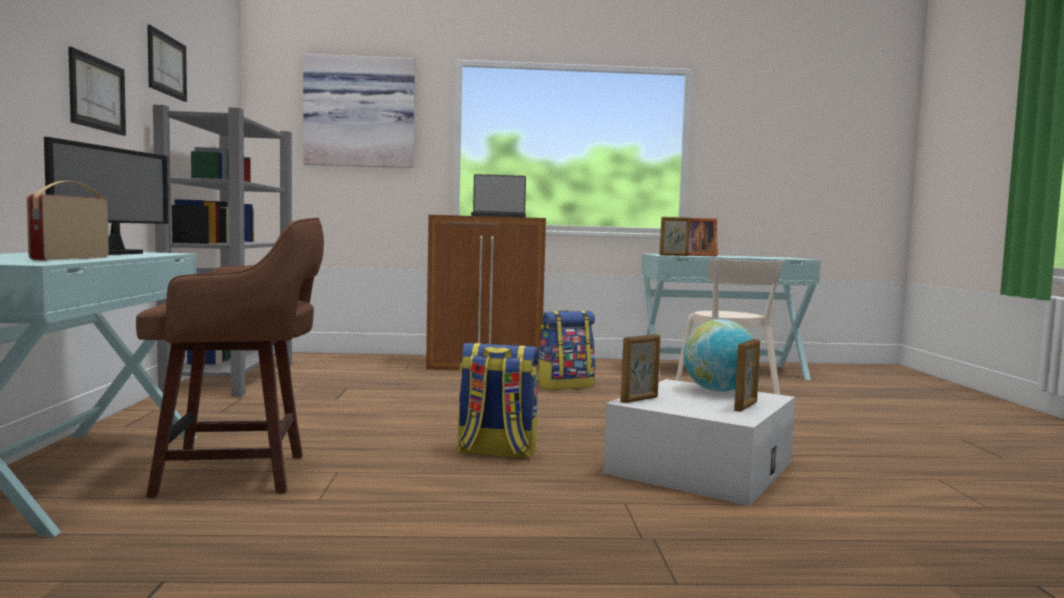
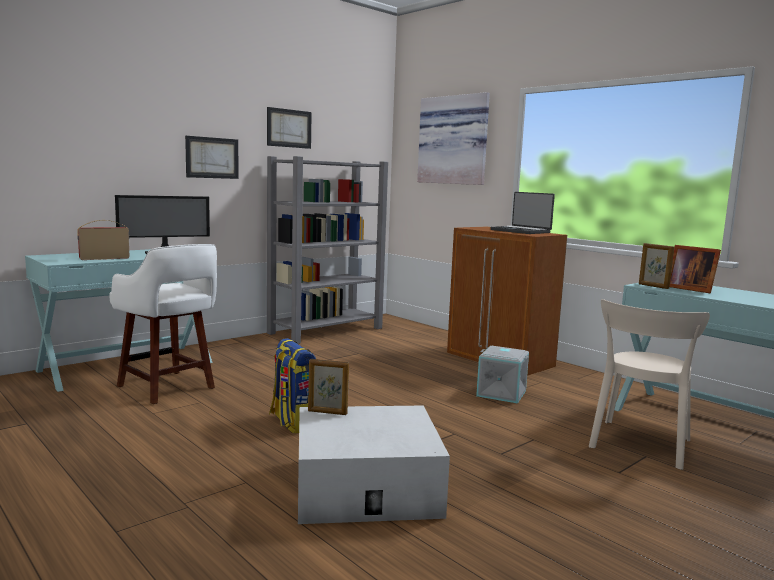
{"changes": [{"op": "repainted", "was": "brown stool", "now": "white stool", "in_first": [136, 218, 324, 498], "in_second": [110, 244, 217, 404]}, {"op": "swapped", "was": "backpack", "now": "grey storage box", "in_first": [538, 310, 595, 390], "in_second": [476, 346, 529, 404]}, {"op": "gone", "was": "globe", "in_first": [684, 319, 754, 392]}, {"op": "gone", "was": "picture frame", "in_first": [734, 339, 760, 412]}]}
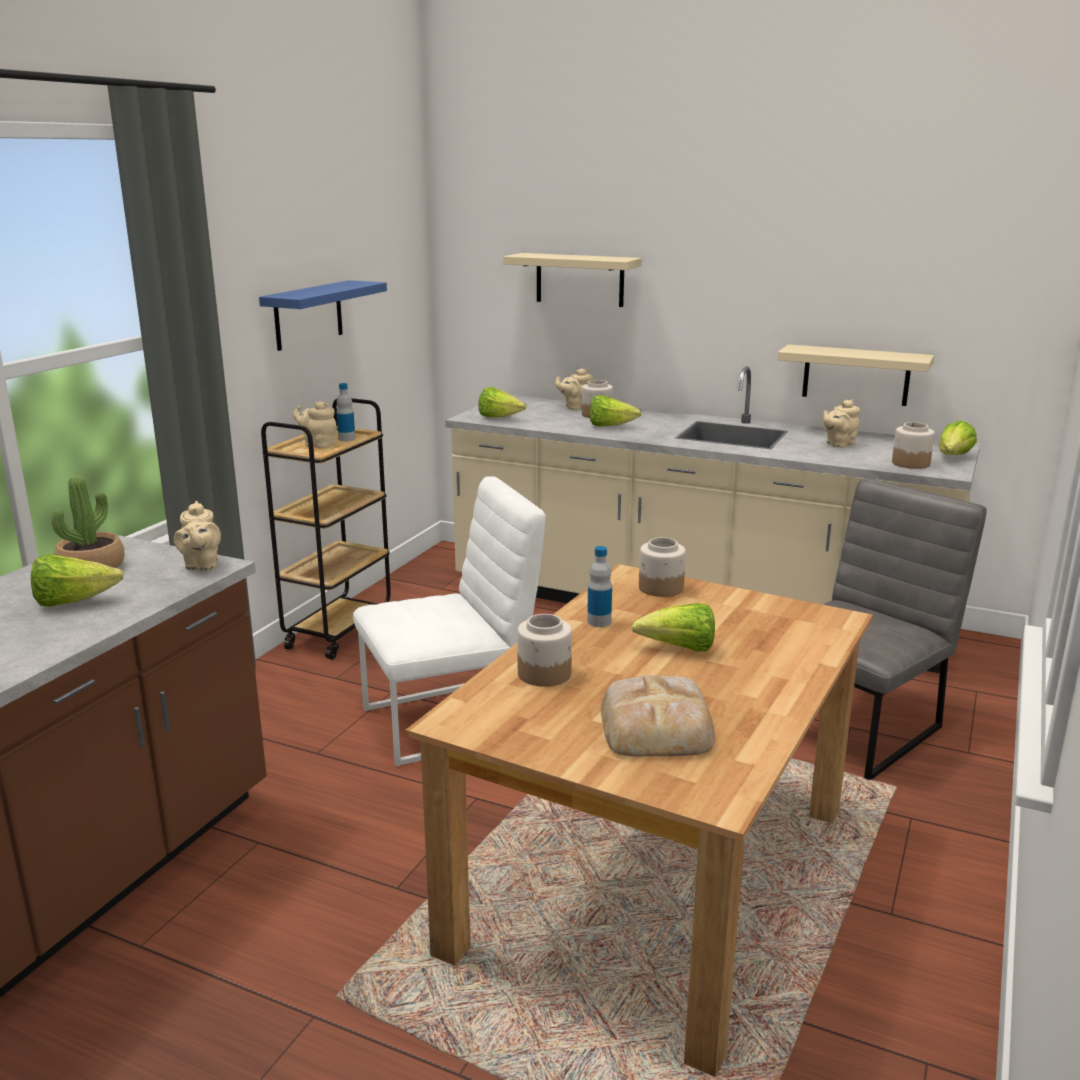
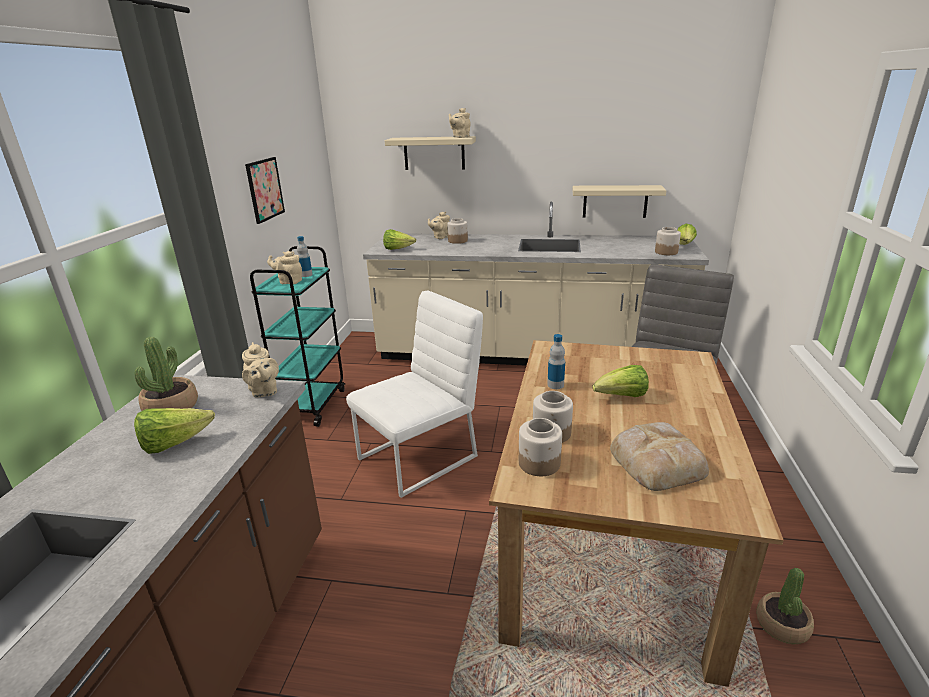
{"changes": [{"op": "swapped", "was": "blue shelf", "now": "picture", "in_first": [259, 280, 387, 351], "in_second": [245, 157, 285, 224]}, {"op": "repainted", "was": "brown cart", "now": "turquoise cart", "in_first": [261, 398, 391, 660], "in_second": [250, 246, 345, 427]}, {"op": "shifted", "was": "beige teapot", "in_first": [823, 400, 860, 448], "in_second": [449, 108, 471, 138]}, {"op": "shifted", "was": "jar", "in_first": [639, 537, 686, 597], "in_second": [519, 418, 562, 476]}, {"op": "new", "now": "potted plant", "in_second": [756, 568, 814, 645]}, {"op": "gone", "was": "lettuce", "in_first": [590, 395, 642, 427]}]}
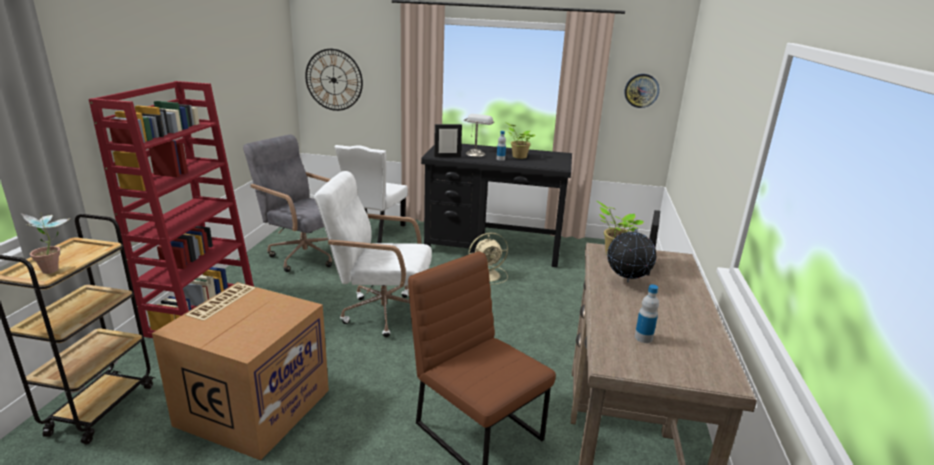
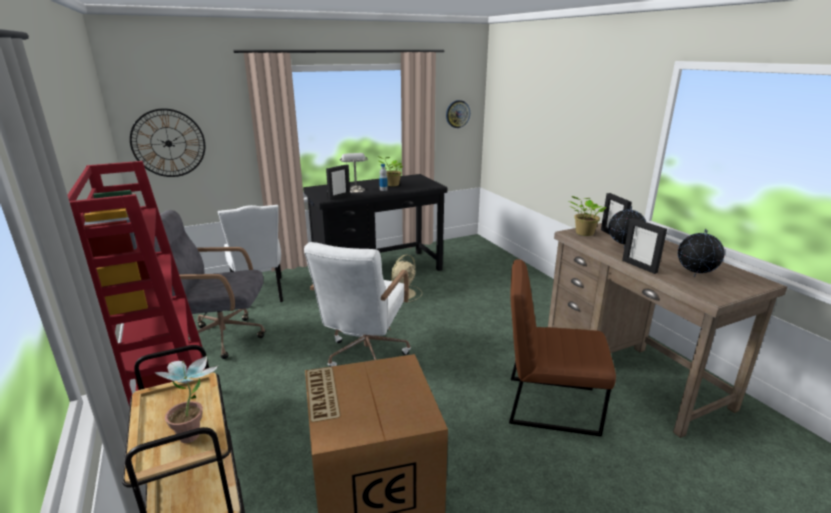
{"changes": [{"op": "rotated", "was": "white office chair", "in_first": [314, 171, 432, 337], "in_second": [304, 242, 411, 367], "clockwise": -45}, {"op": "new", "now": "picture frame", "in_second": [622, 218, 667, 274]}, {"op": "swapped", "was": "bottle", "now": "globe", "in_first": [635, 285, 659, 343], "in_second": [678, 229, 725, 277]}]}
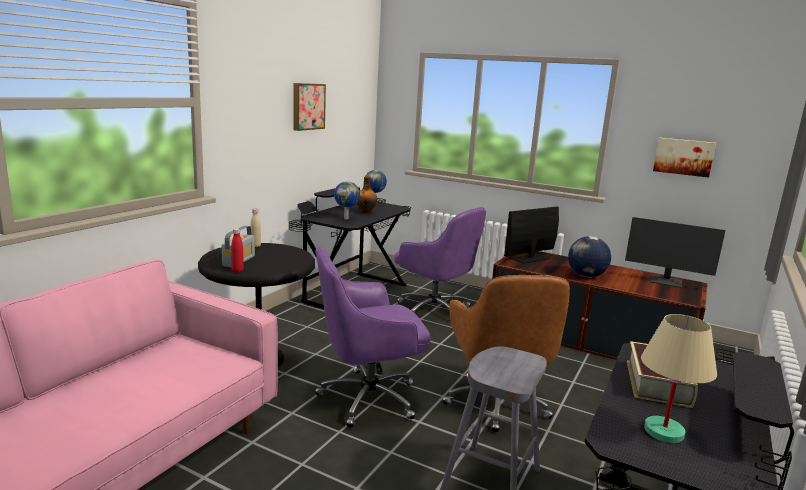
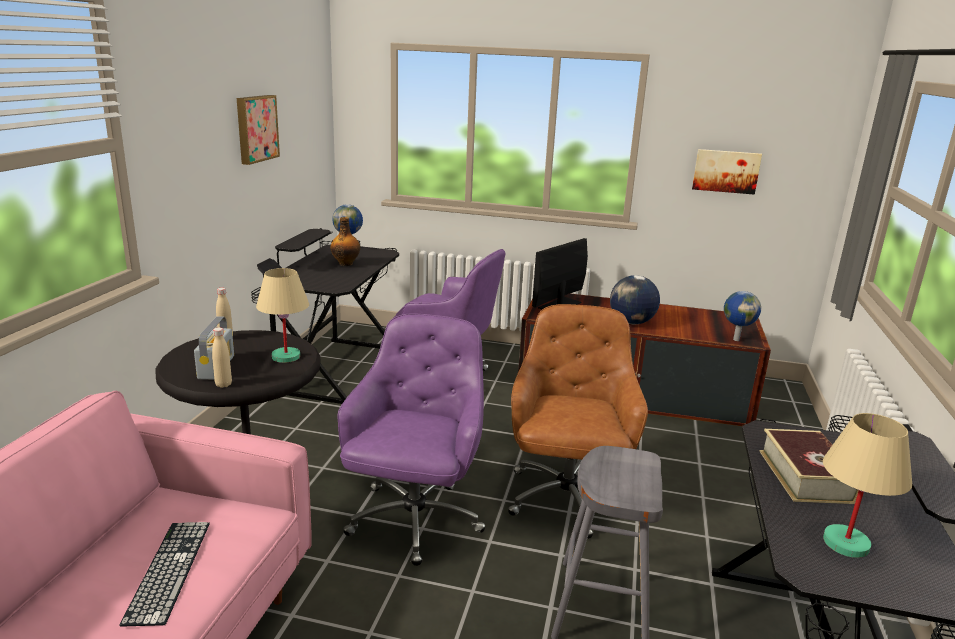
{"changes": [{"op": "new", "now": "keyboard", "in_second": [119, 522, 210, 627]}, {"op": "repainted", "was": "red bottle", "now": "beige bottle", "in_first": [231, 228, 244, 272], "in_second": [212, 328, 232, 388]}, {"op": "new", "now": "beige table lamp", "in_second": [256, 268, 309, 363]}, {"op": "rotated", "was": "purple office chair", "in_first": [315, 246, 431, 428], "in_second": [338, 314, 485, 566], "clockwise": 135}, {"op": "rotated", "was": "brown office chair", "in_first": [443, 275, 570, 432], "in_second": [508, 304, 648, 539], "clockwise": -150}, {"op": "shifted", "was": "globe", "in_first": [334, 181, 360, 219], "in_second": [724, 291, 761, 341]}, {"op": "gone", "was": "monitor", "in_first": [625, 217, 726, 288]}]}
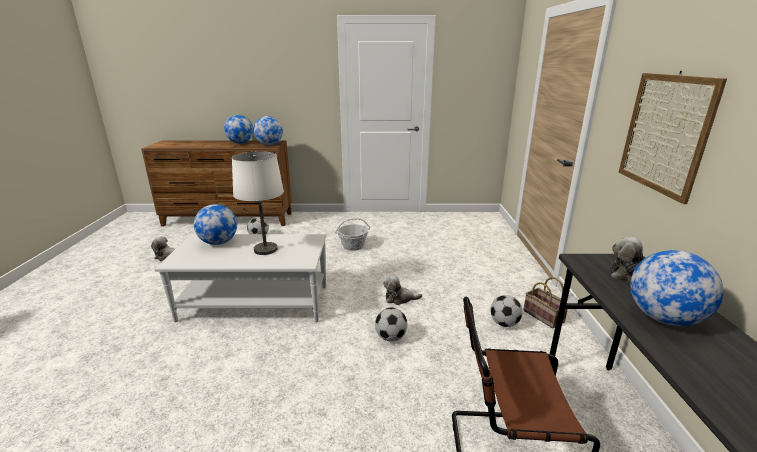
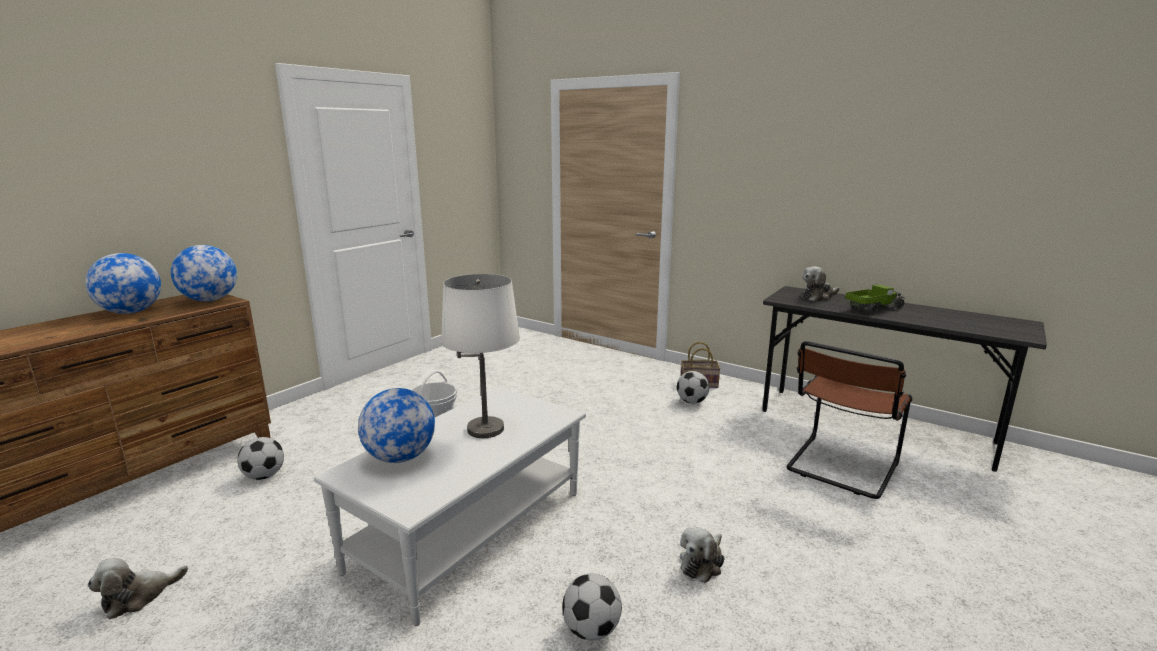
{"changes": [{"op": "shifted", "was": "football", "in_first": [375, 308, 407, 342], "in_second": [562, 573, 622, 640]}, {"op": "shifted", "was": "plush toy", "in_first": [383, 275, 422, 305], "in_second": [680, 527, 724, 583]}, {"op": "swapped", "was": "globe", "now": "toy truck", "in_first": [630, 250, 724, 326], "in_second": [845, 285, 904, 314]}, {"op": "gone", "was": "picture", "in_first": [619, 71, 727, 204]}]}
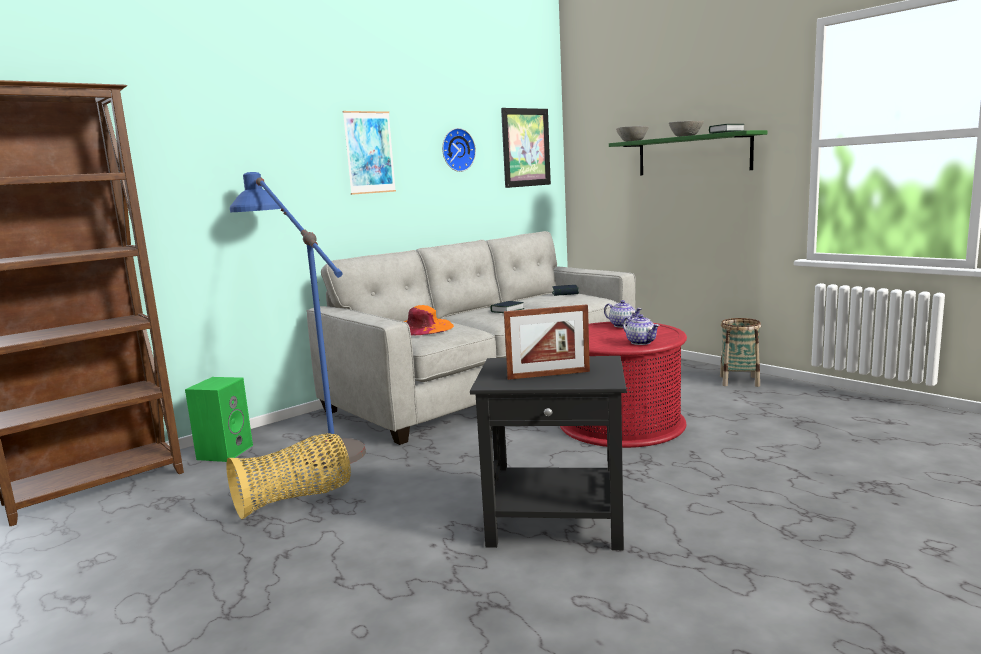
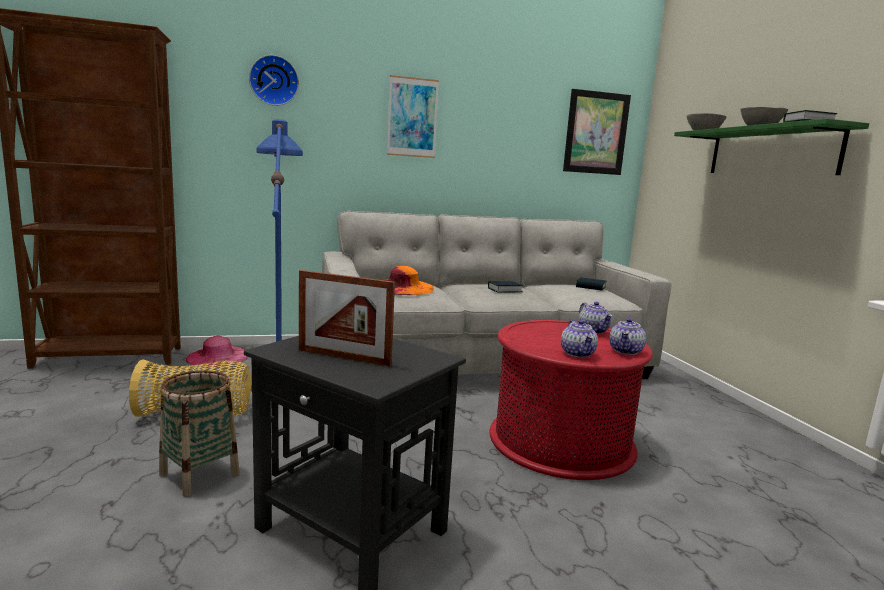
{"changes": [{"op": "shifted", "was": "basket", "in_first": [720, 318, 761, 387], "in_second": [159, 370, 240, 497]}, {"op": "swapped", "was": "green speaker", "now": "pink hat", "in_first": [185, 377, 253, 462], "in_second": [186, 336, 248, 367]}, {"op": "shifted", "was": "wall clock", "in_first": [442, 128, 476, 172], "in_second": [249, 55, 299, 106]}, {"op": "new", "now": "teapot", "in_second": [609, 318, 646, 355]}]}
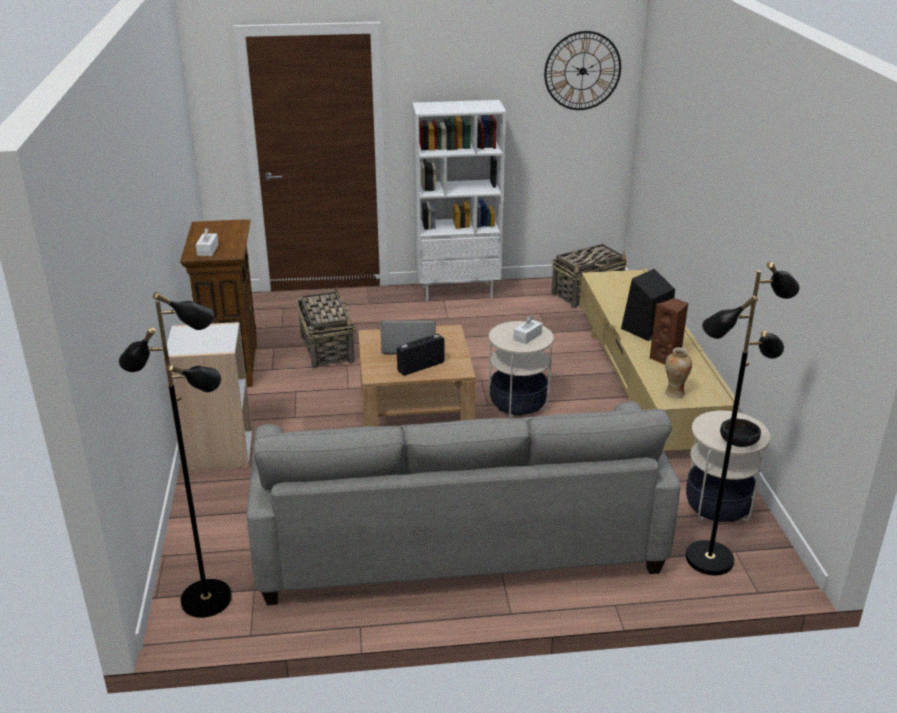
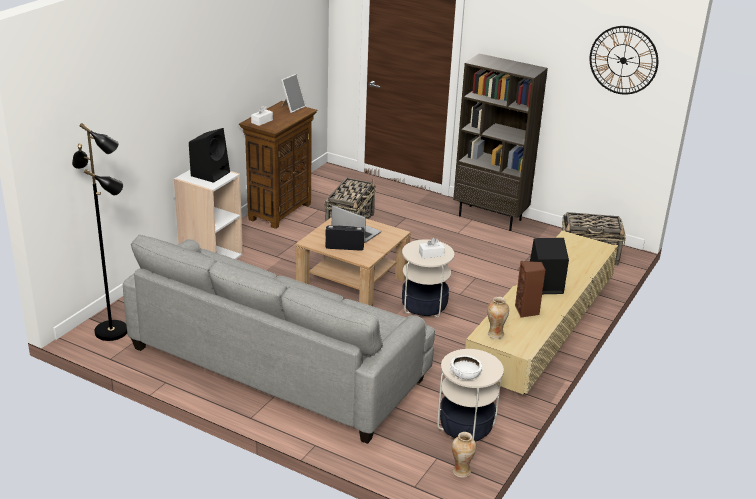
{"changes": [{"op": "new", "now": "black speaker", "in_second": [189, 128, 230, 183]}, {"op": "new", "now": "picture frame", "in_second": [281, 74, 306, 113]}, {"op": "repainted", "was": "black bowl", "now": "white bowl", "in_first": [720, 418, 761, 447], "in_second": [450, 355, 482, 379]}, {"op": "new", "now": "vase", "in_second": [452, 432, 476, 478]}, {"op": "repainted", "was": "white bookcase", "now": "brown bookcase", "in_first": [412, 100, 506, 301], "in_second": [453, 53, 548, 231]}, {"op": "gone", "was": "black floor lamp", "in_first": [686, 261, 799, 575]}]}
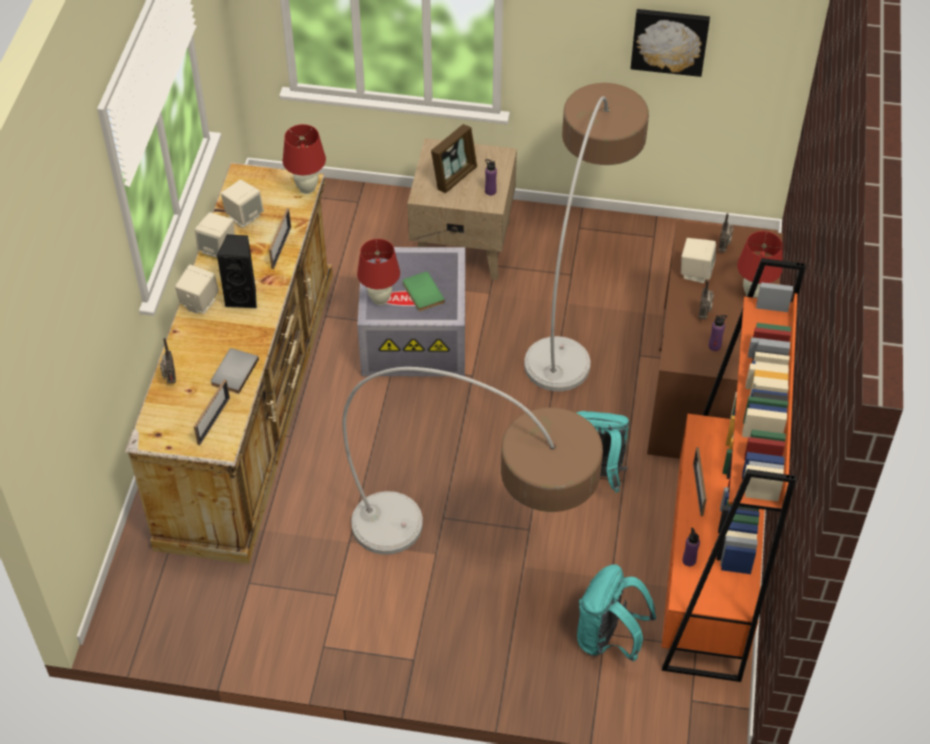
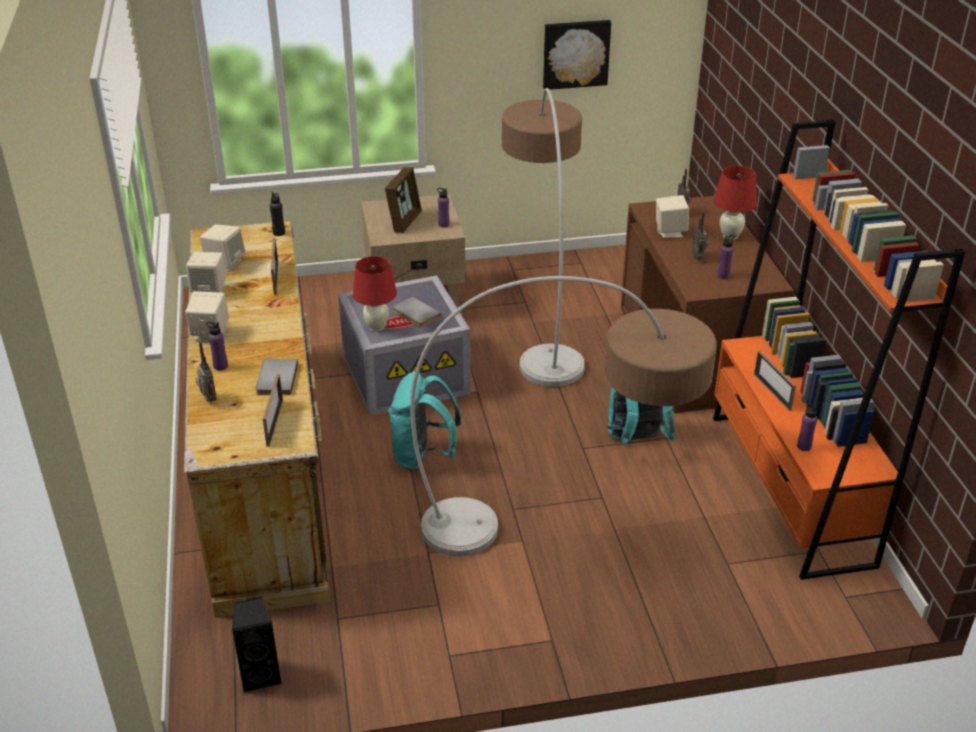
{"changes": [{"op": "new", "now": "purple bottle", "in_second": [206, 322, 228, 371]}, {"op": "shifted", "was": "black speaker", "in_first": [217, 234, 257, 308], "in_second": [232, 597, 282, 693]}, {"op": "swapped", "was": "red table lamp", "now": "black bottle", "in_first": [283, 124, 326, 194], "in_second": [270, 192, 285, 236]}, {"op": "shifted", "was": "turquoise backpack", "in_first": [577, 564, 656, 662], "in_second": [388, 371, 462, 471]}, {"op": "repainted", "was": "green book", "now": "grey book", "in_first": [403, 271, 445, 311], "in_second": [393, 296, 441, 328]}]}
